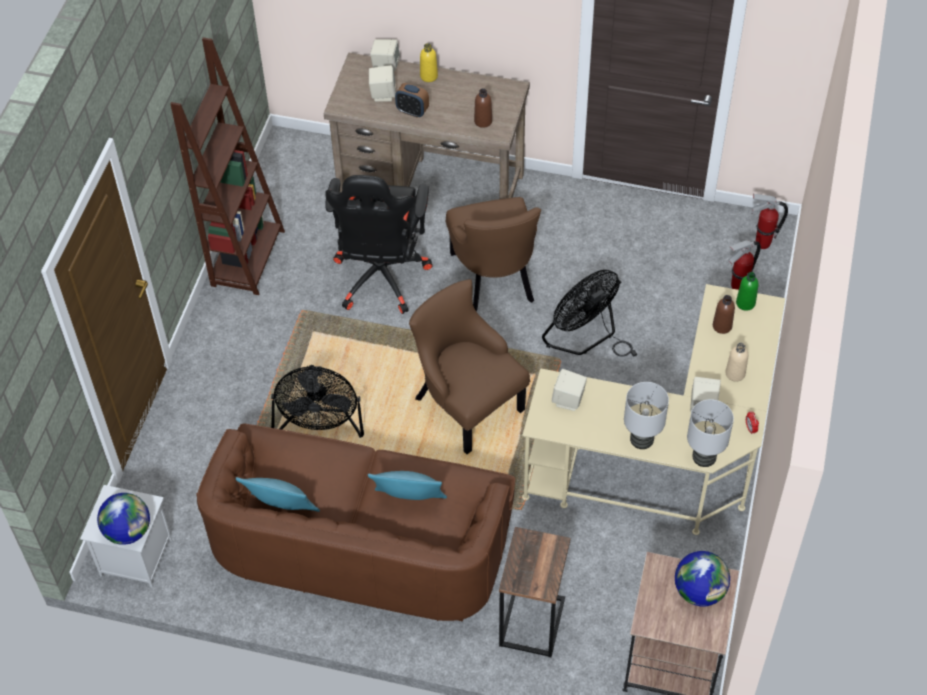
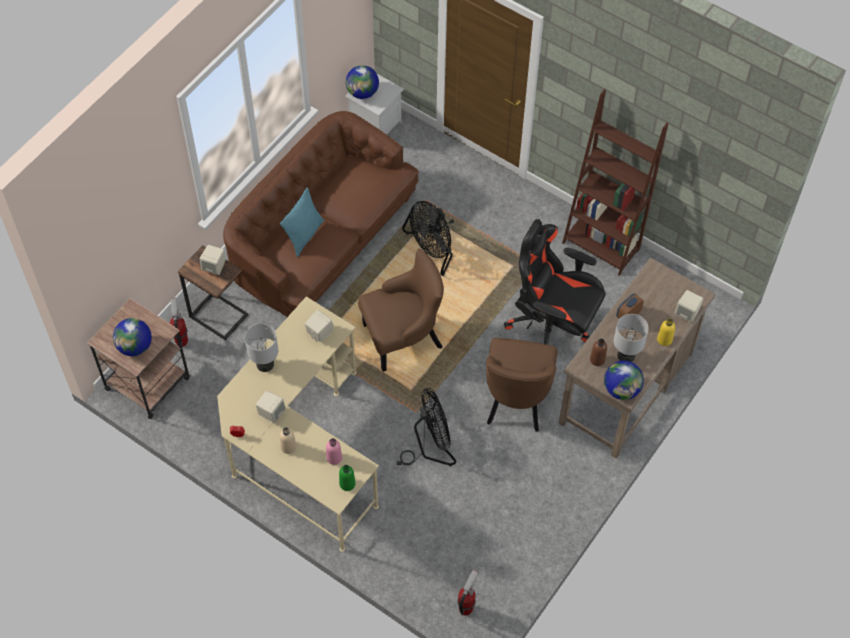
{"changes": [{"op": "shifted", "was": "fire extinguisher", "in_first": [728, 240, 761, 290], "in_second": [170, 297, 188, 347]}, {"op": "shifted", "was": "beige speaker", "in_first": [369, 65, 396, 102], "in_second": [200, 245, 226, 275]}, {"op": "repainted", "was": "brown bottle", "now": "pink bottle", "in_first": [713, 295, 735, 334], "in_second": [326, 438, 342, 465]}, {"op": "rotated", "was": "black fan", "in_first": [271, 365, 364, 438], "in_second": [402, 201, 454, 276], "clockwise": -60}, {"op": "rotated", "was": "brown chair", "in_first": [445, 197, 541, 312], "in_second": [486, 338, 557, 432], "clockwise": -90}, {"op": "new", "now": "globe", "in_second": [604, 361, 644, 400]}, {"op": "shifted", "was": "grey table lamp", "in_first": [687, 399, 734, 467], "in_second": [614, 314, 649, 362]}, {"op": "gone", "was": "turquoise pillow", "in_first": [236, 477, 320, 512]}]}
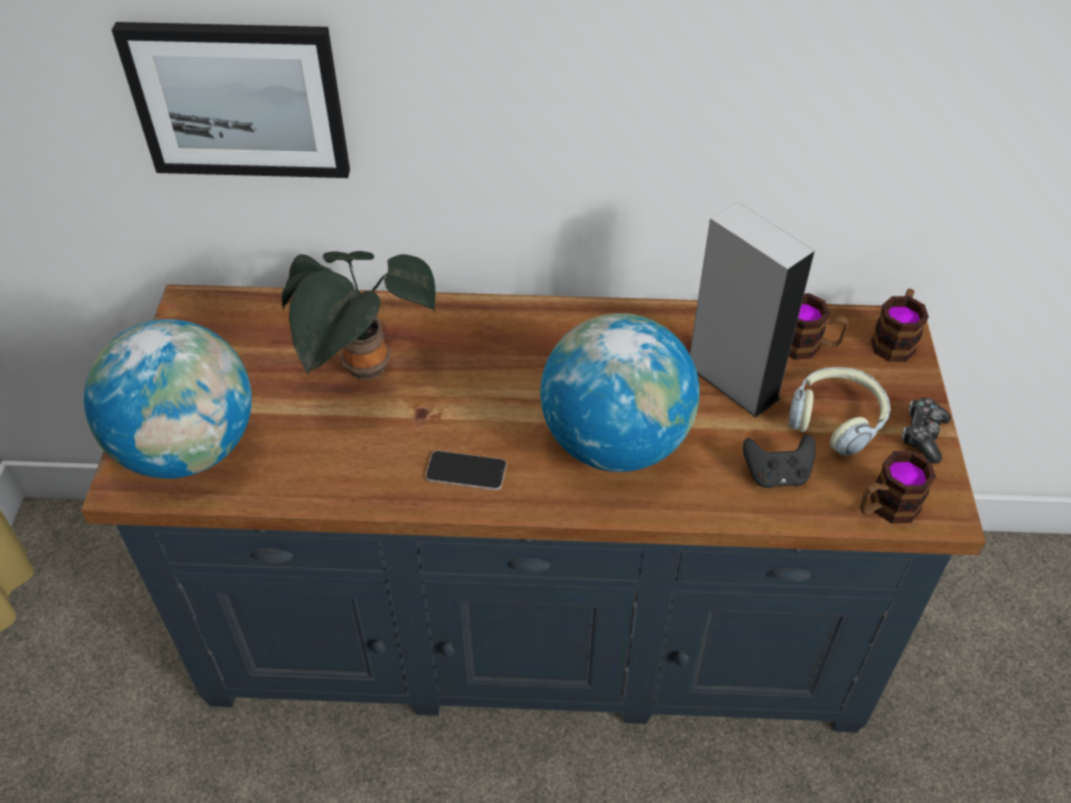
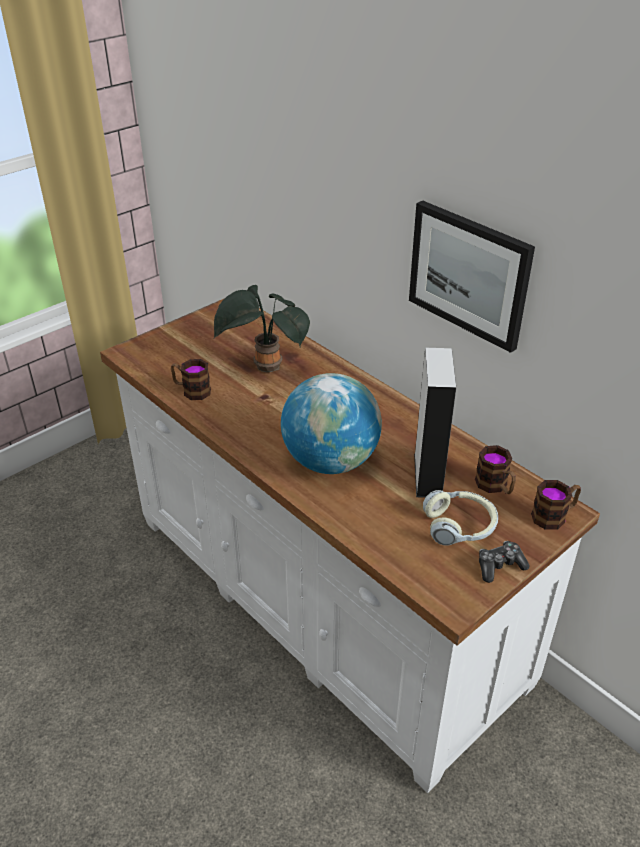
{"changes": [{"op": "repainted", "was": "blue dresser", "now": "white dresser", "in_first": [81, 284, 986, 732], "in_second": [100, 298, 600, 793]}, {"op": "shifted", "was": "mug", "in_first": [860, 451, 936, 524], "in_second": [171, 359, 211, 400]}, {"op": "shifted", "was": "picture", "in_first": [112, 22, 350, 178], "in_second": [409, 201, 535, 353]}, {"op": "gone", "was": "globe", "in_first": [84, 319, 252, 479]}, {"op": "gone", "was": "phone", "in_first": [426, 451, 507, 490]}, {"op": "gone", "was": "black game controller", "in_first": [743, 434, 816, 488]}]}
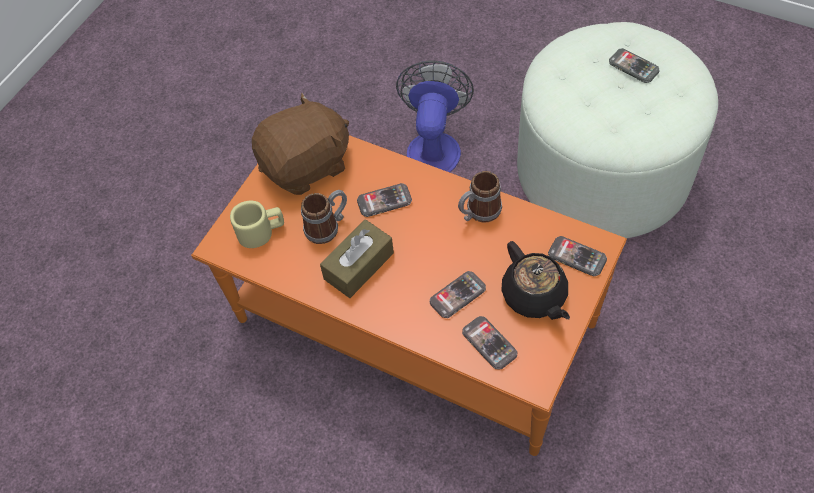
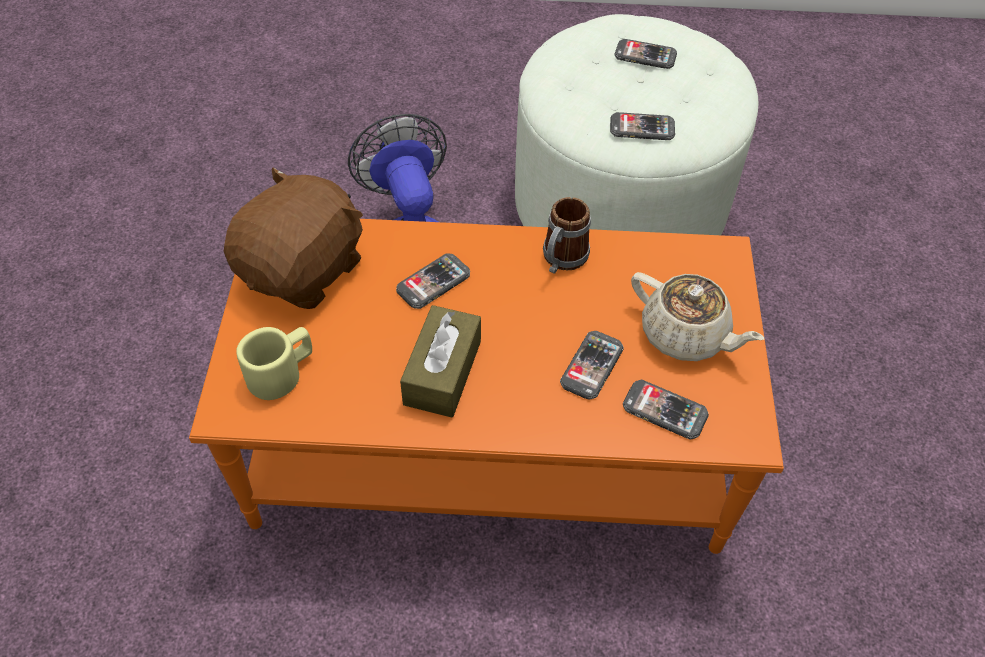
{"changes": [{"op": "shifted", "was": "phone", "in_first": [548, 236, 607, 276], "in_second": [610, 112, 675, 140]}, {"op": "repainted", "was": "black teapot", "now": "beige teapot", "in_first": [501, 241, 570, 320], "in_second": [631, 272, 764, 361]}, {"op": "gone", "was": "mug", "in_first": [301, 190, 347, 244]}]}
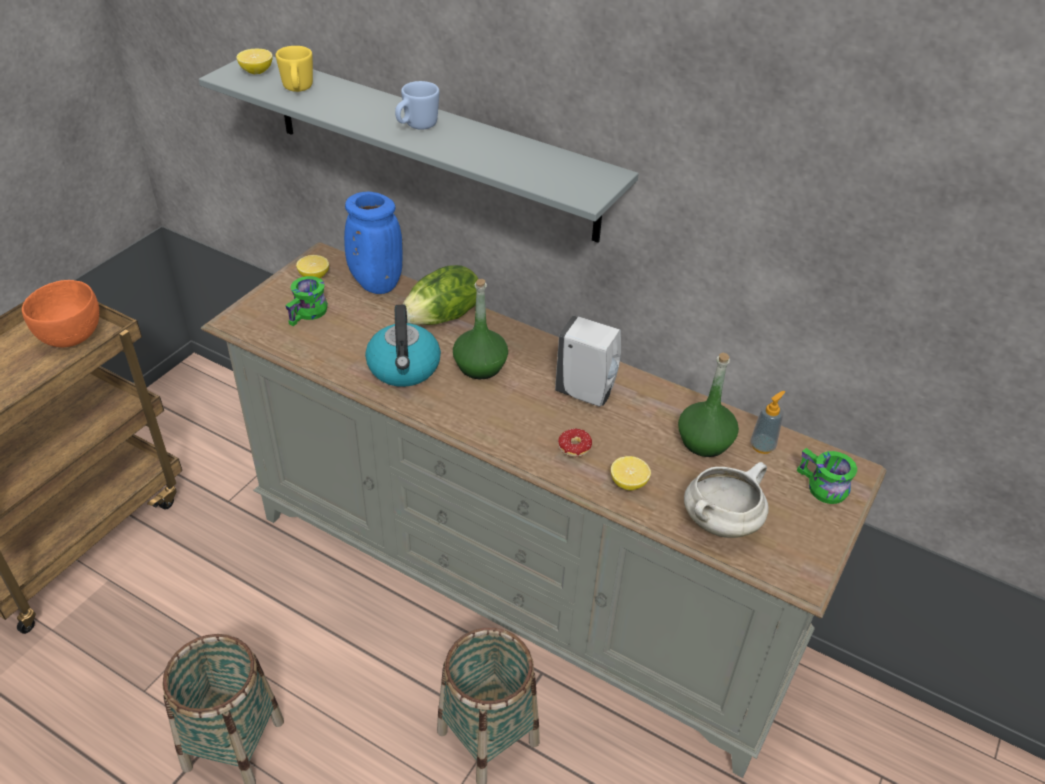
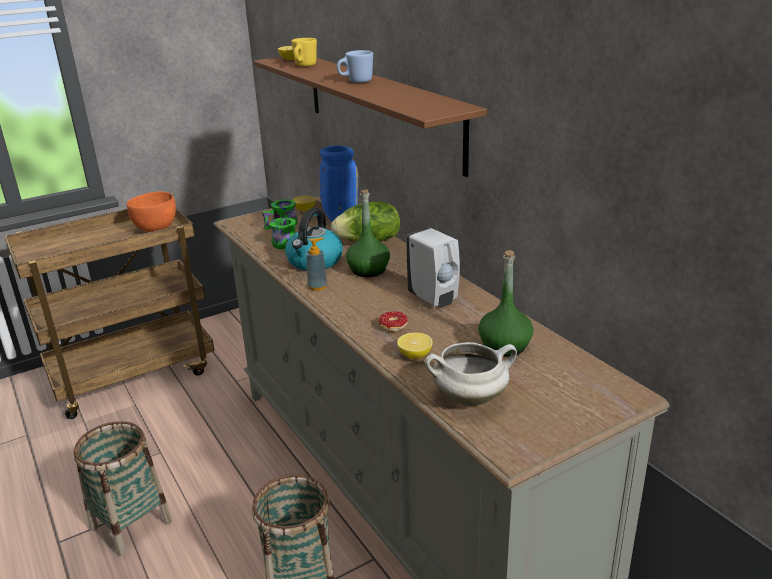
{"changes": [{"op": "repainted", "was": "grey shelf", "now": "brown shelf", "in_first": [199, 57, 639, 243], "in_second": [254, 57, 487, 177]}, {"op": "shifted", "was": "green mug", "in_first": [797, 448, 857, 504], "in_second": [270, 218, 296, 249]}, {"op": "shifted", "was": "soap dispenser", "in_first": [751, 391, 785, 454], "in_second": [306, 237, 327, 291]}]}
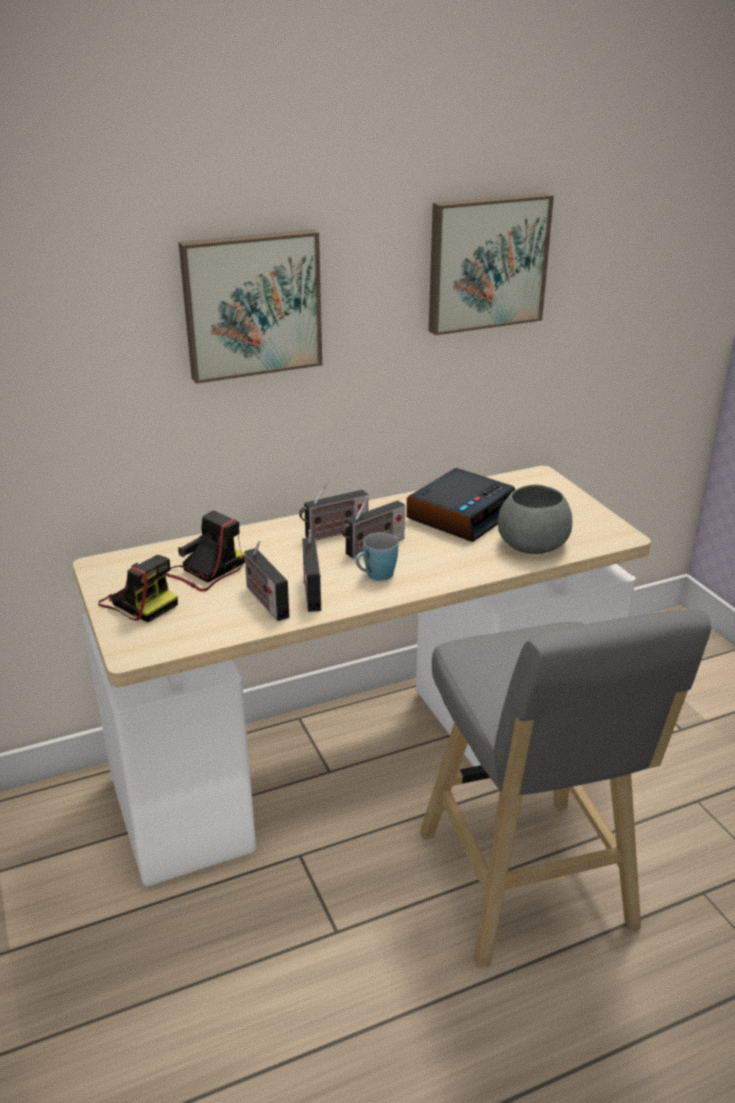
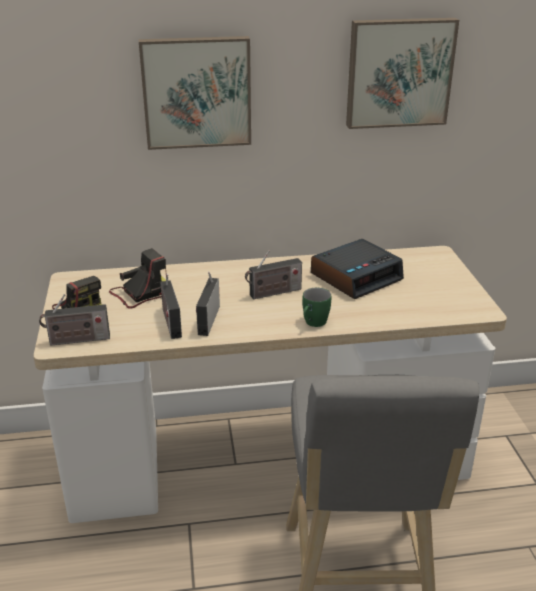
{"changes": [{"op": "shifted", "was": "radio", "in_first": [299, 481, 368, 540], "in_second": [39, 294, 110, 345]}, {"op": "new", "now": "green mug", "in_second": [303, 288, 331, 327]}, {"op": "gone", "was": "blue mug", "in_first": [355, 532, 398, 581]}, {"op": "gone", "was": "grey bowl", "in_first": [498, 485, 572, 554]}]}
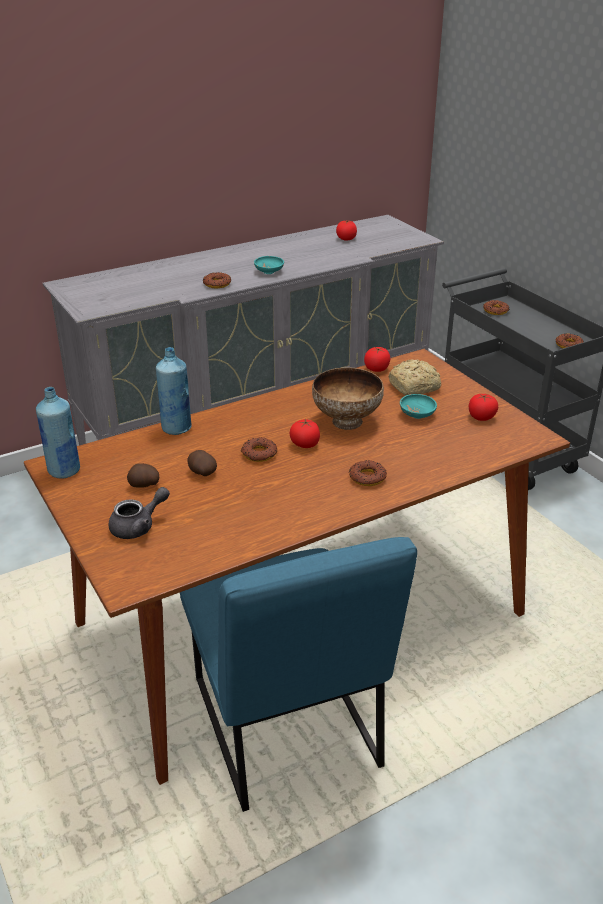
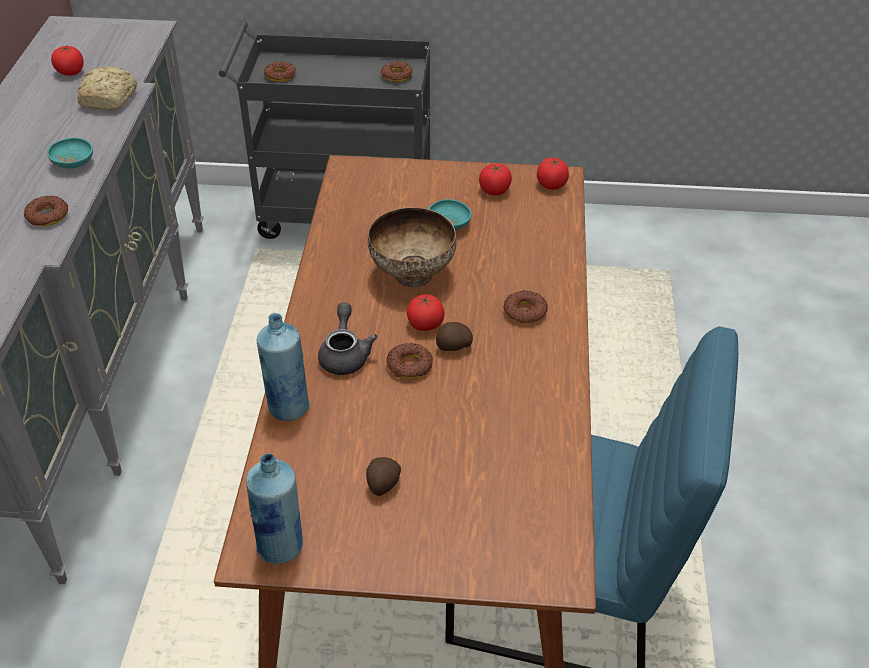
{"changes": [{"op": "shifted", "was": "bread", "in_first": [388, 360, 441, 396], "in_second": [77, 66, 137, 110]}, {"op": "shifted", "was": "grey teapot", "in_first": [108, 487, 170, 539], "in_second": [318, 303, 377, 375]}, {"op": "shifted", "was": "potato", "in_first": [188, 450, 217, 476], "in_second": [436, 322, 473, 351]}, {"op": "shifted", "was": "tomato", "in_first": [364, 347, 390, 372], "in_second": [537, 157, 569, 190]}]}
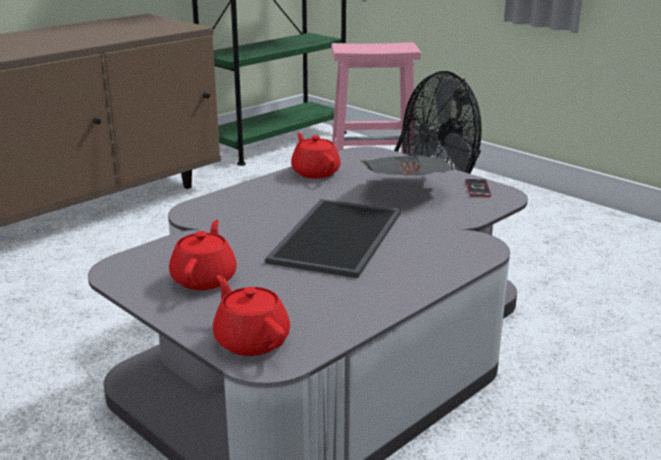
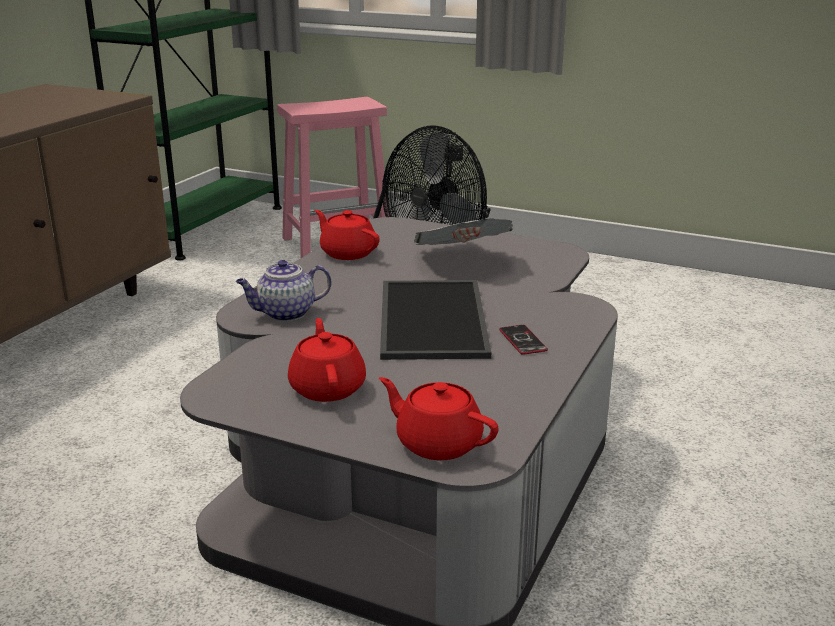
{"changes": [{"op": "new", "now": "teapot", "in_second": [236, 260, 332, 321]}, {"op": "shifted", "was": "phone", "in_first": [465, 179, 491, 197], "in_second": [499, 325, 548, 355]}]}
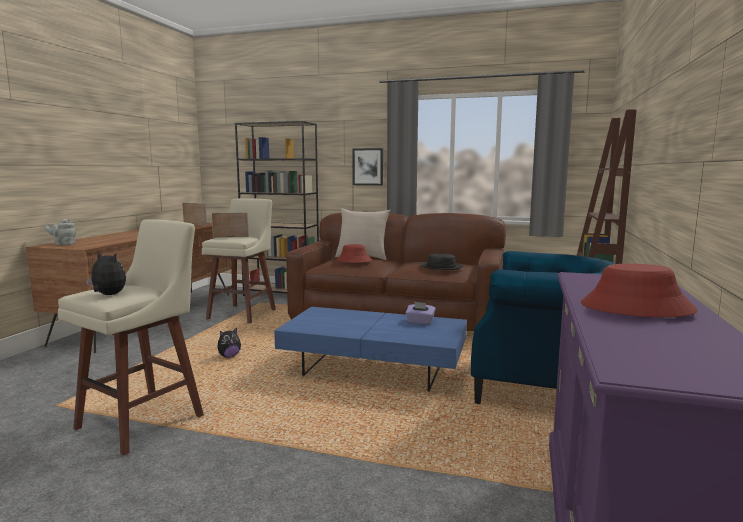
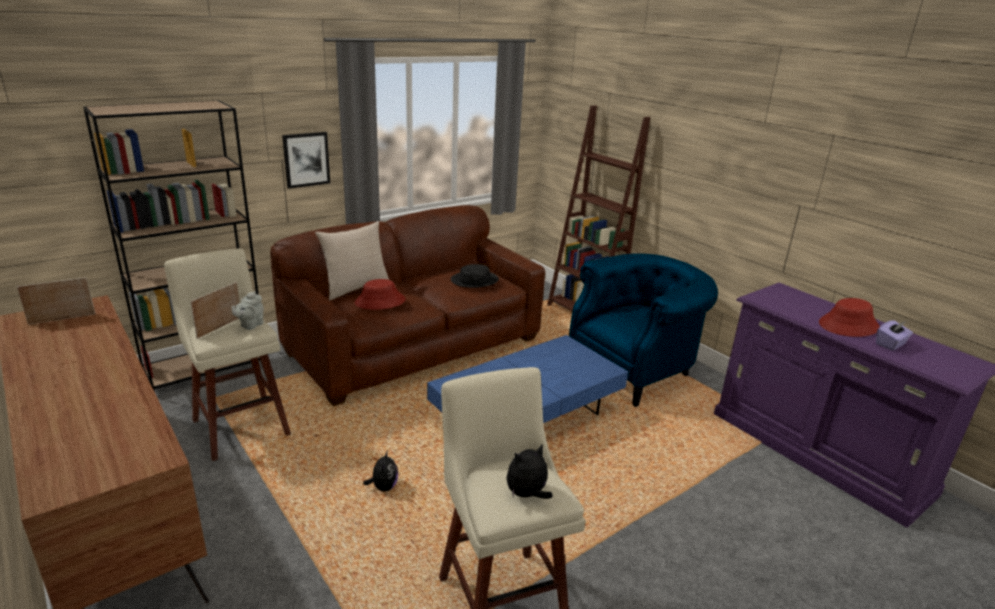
{"changes": [{"op": "shifted", "was": "grey teapot", "in_first": [45, 219, 76, 245], "in_second": [231, 291, 264, 330]}, {"op": "shifted", "was": "purple tissue box", "in_first": [406, 302, 436, 325], "in_second": [876, 320, 913, 351]}]}
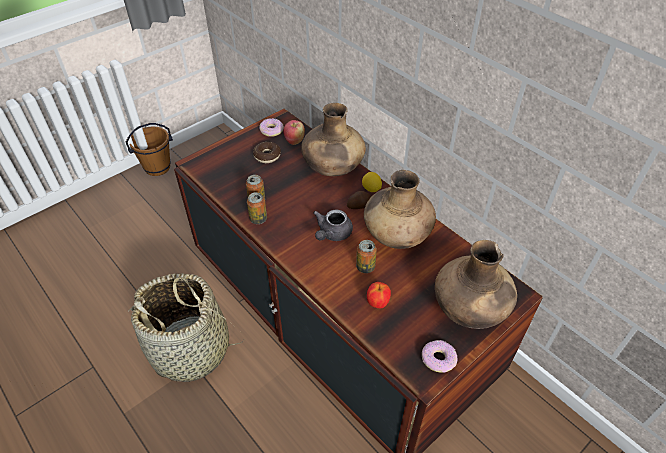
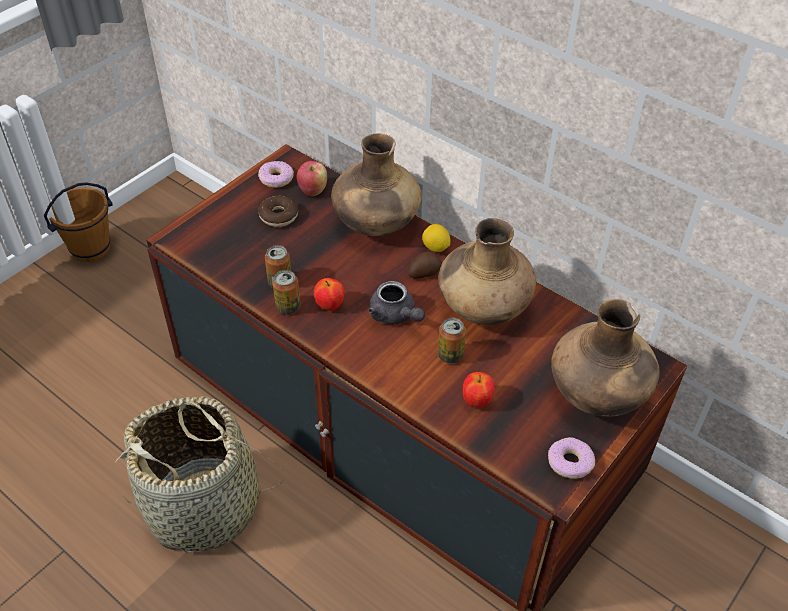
{"changes": [{"op": "new", "now": "apple", "in_second": [314, 278, 344, 311]}, {"op": "rotated", "was": "grey teapot", "in_first": [313, 209, 353, 241], "in_second": [368, 281, 425, 324], "clockwise": -60}]}
